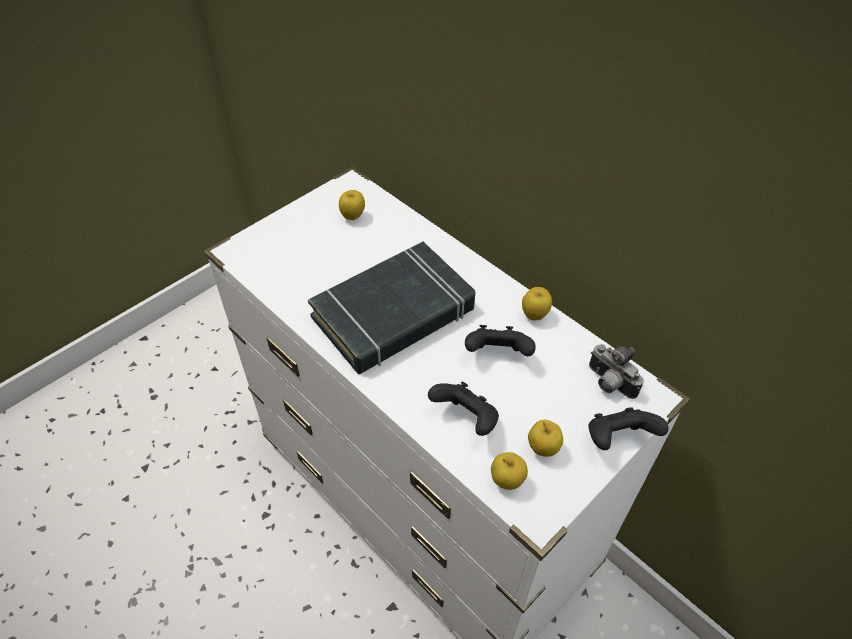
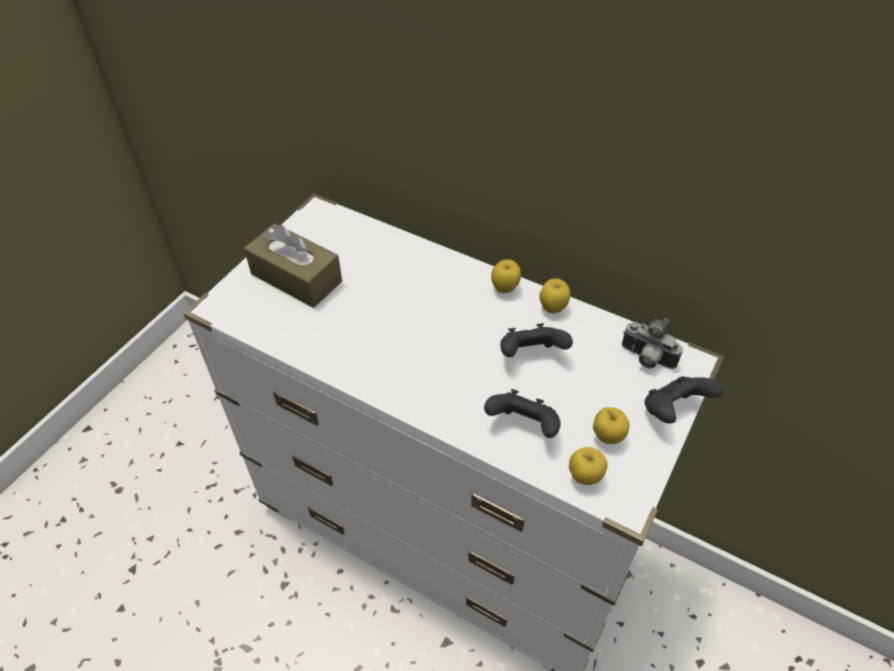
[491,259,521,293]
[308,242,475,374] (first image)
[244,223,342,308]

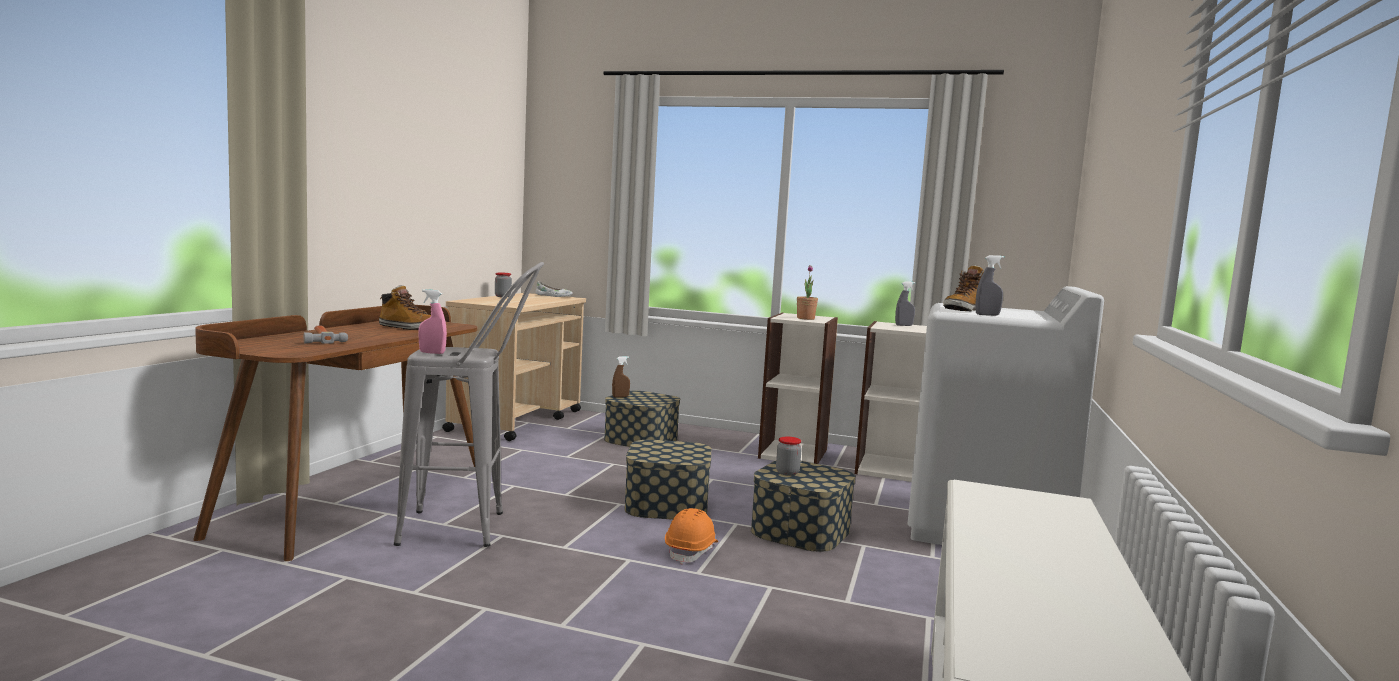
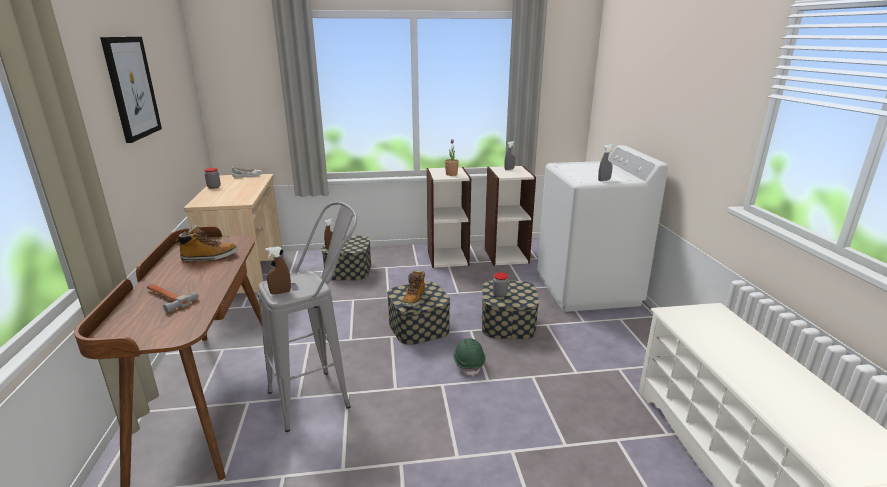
[402,270,426,307]
[265,247,291,294]
[453,338,485,377]
[100,37,162,143]

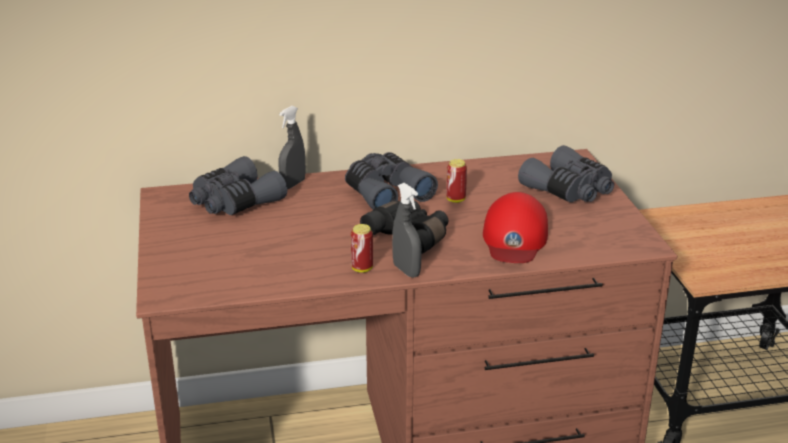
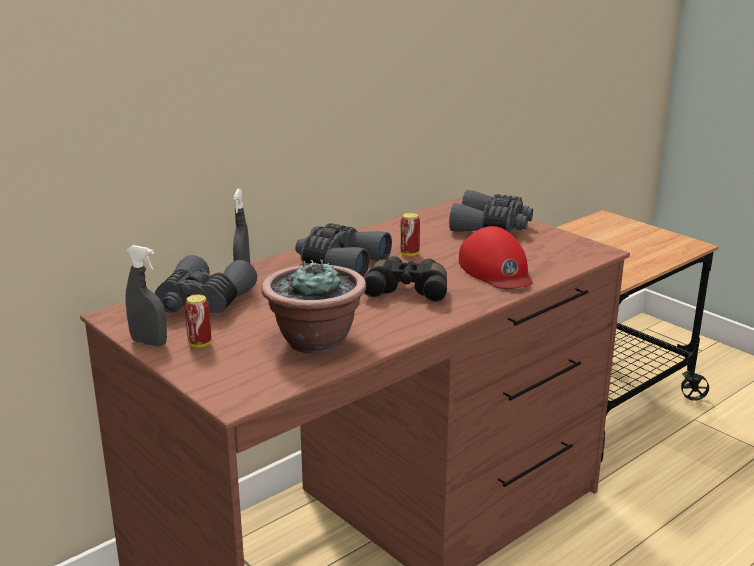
[126,245,167,346]
[185,294,211,348]
[261,260,366,354]

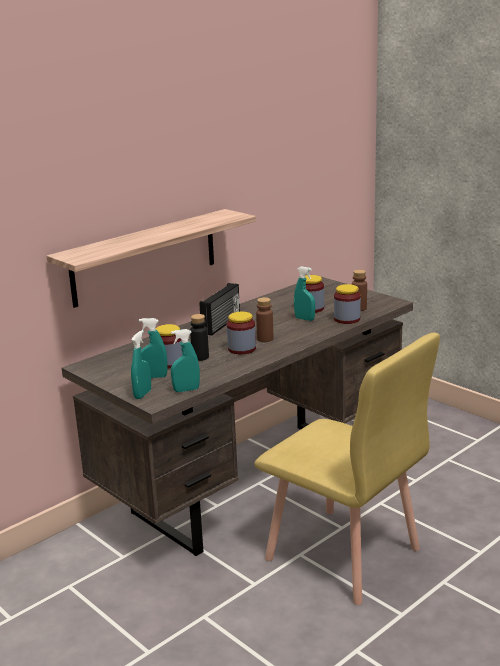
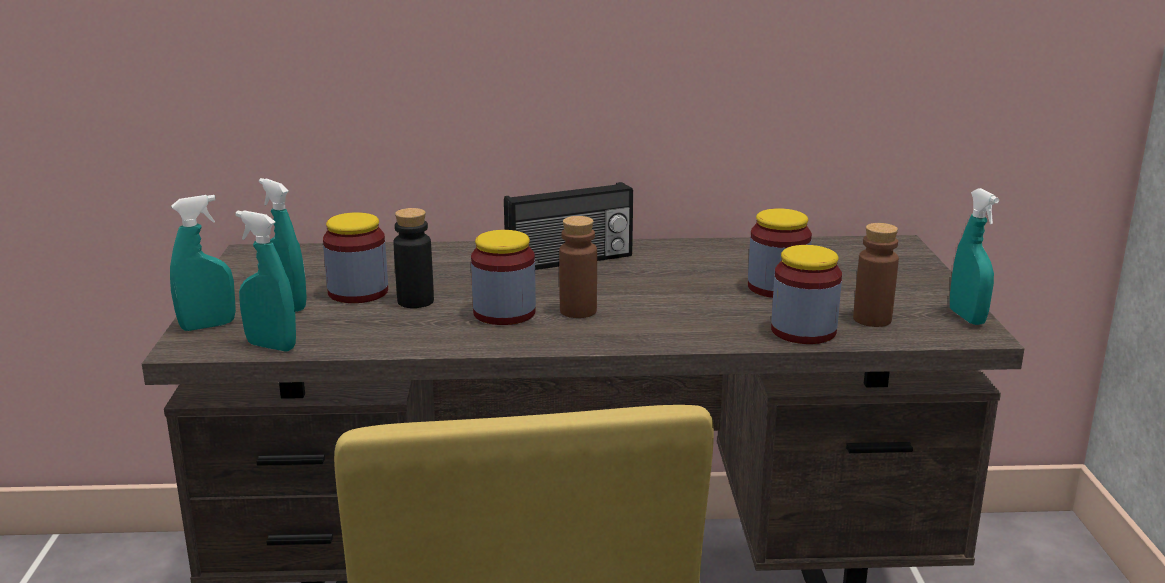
[46,209,256,308] (first image)
[950,188,999,325]

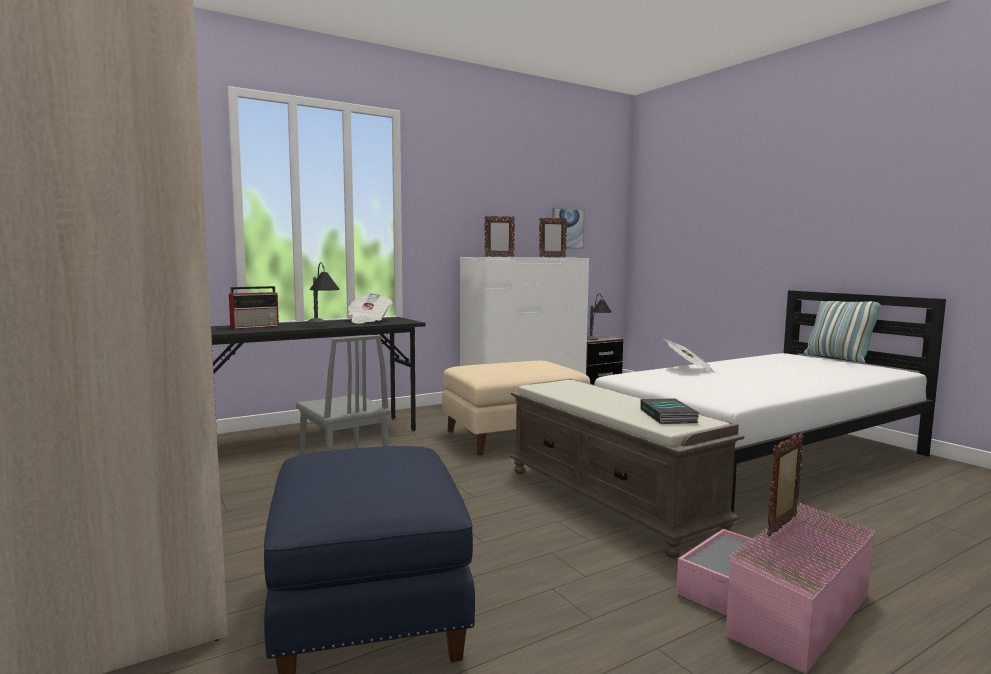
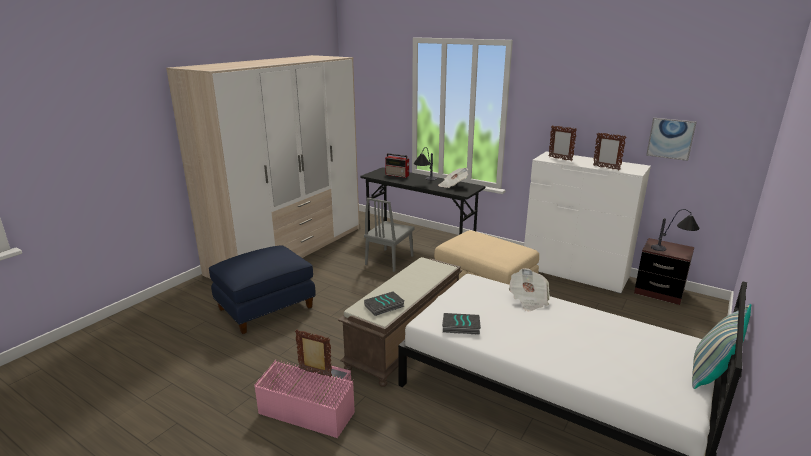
[442,313,481,335]

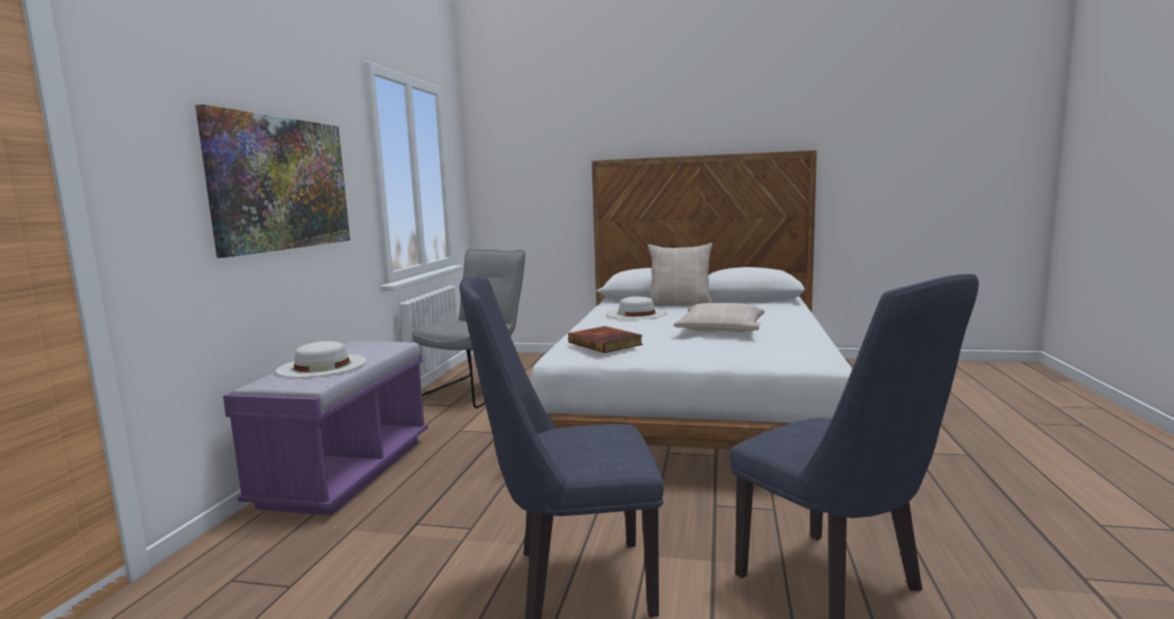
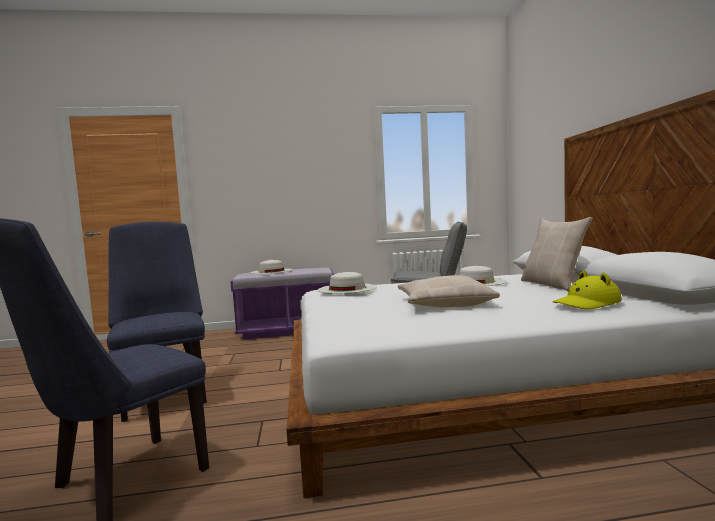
[195,104,350,258] (first image)
[318,272,377,294]
[553,270,622,309]

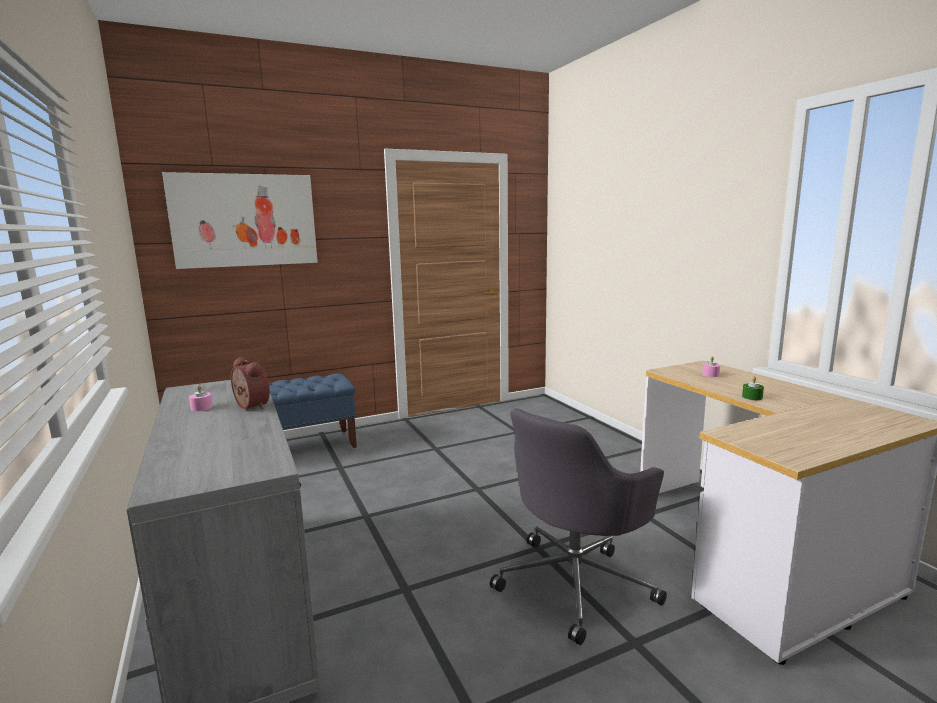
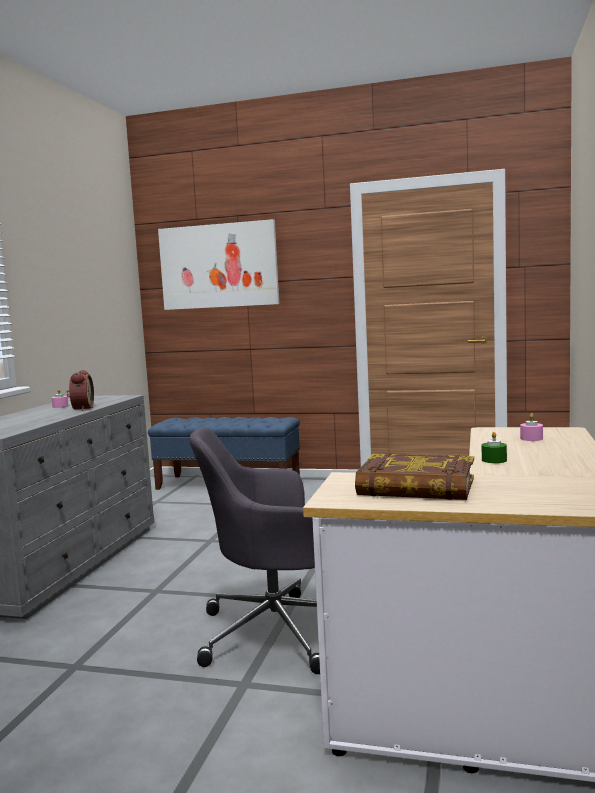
[355,453,474,500]

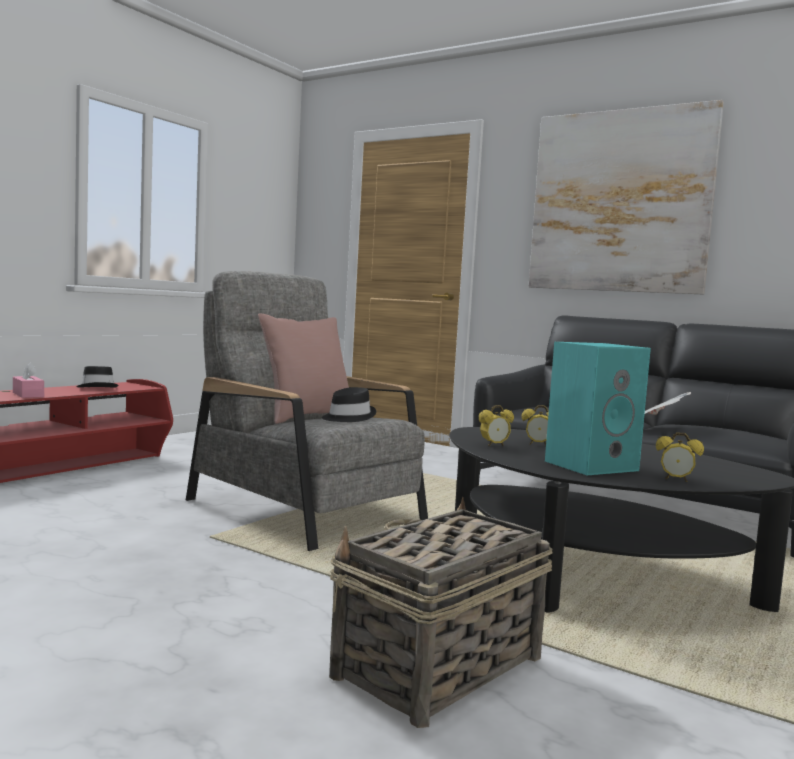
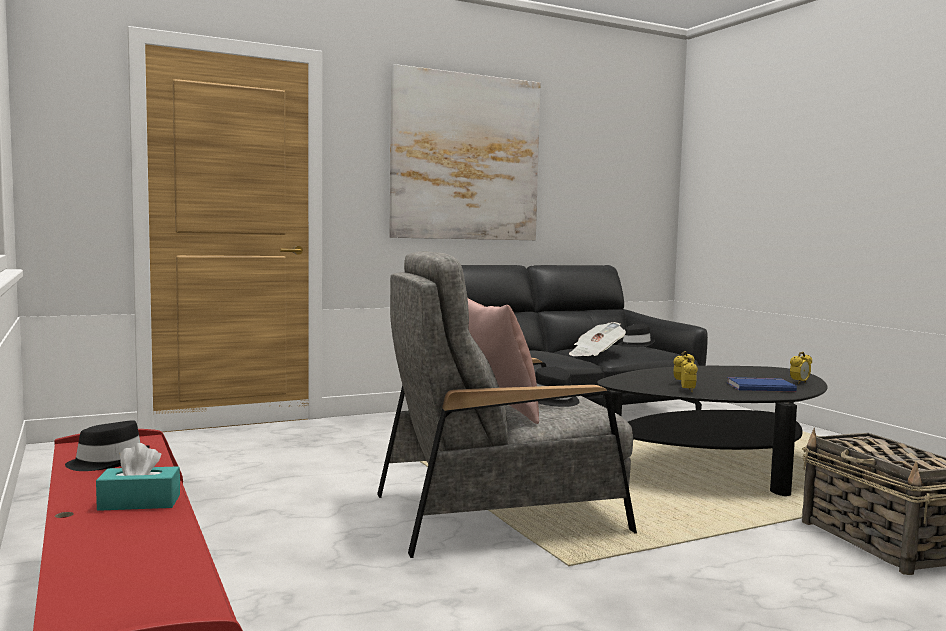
[727,377,797,392]
[96,443,180,511]
[618,324,655,347]

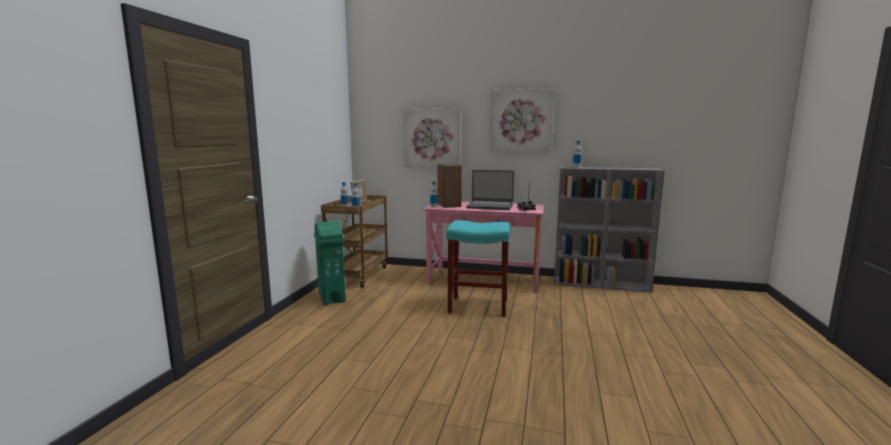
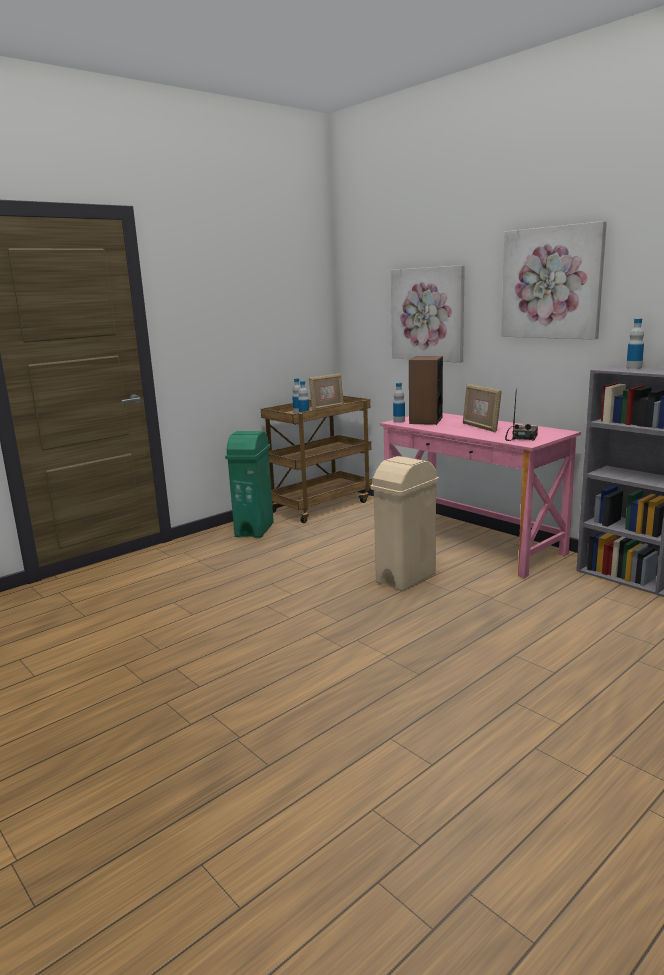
[463,384,502,432]
[370,456,439,591]

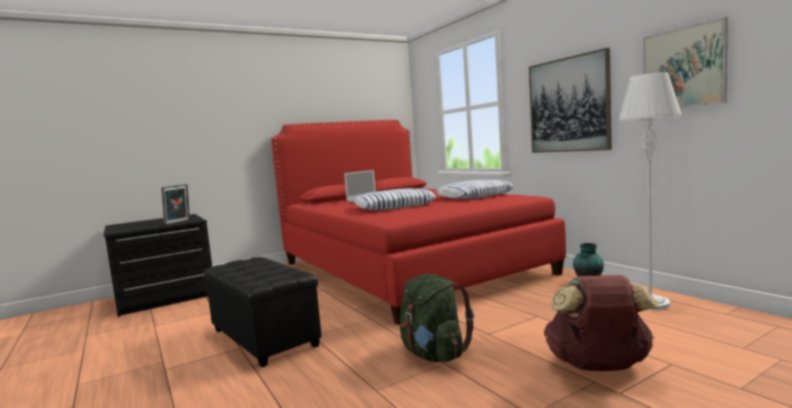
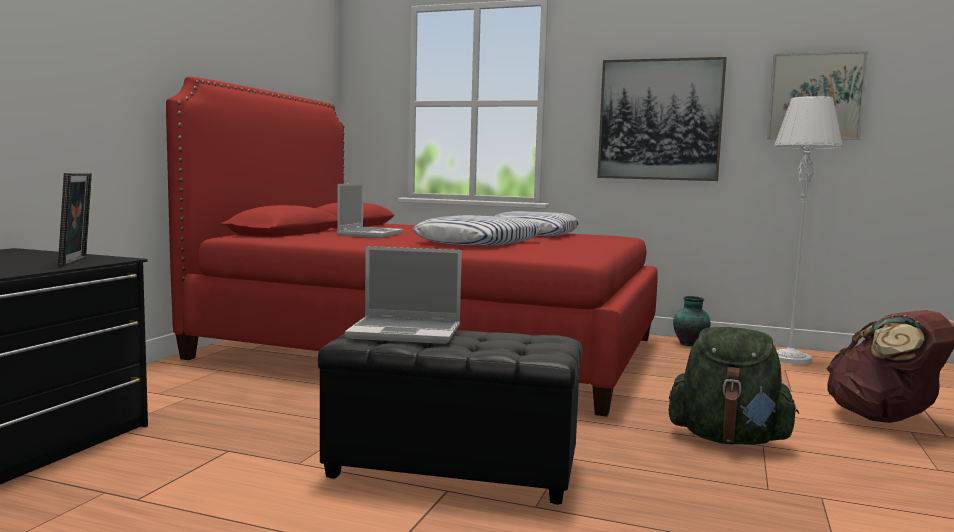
[345,246,462,344]

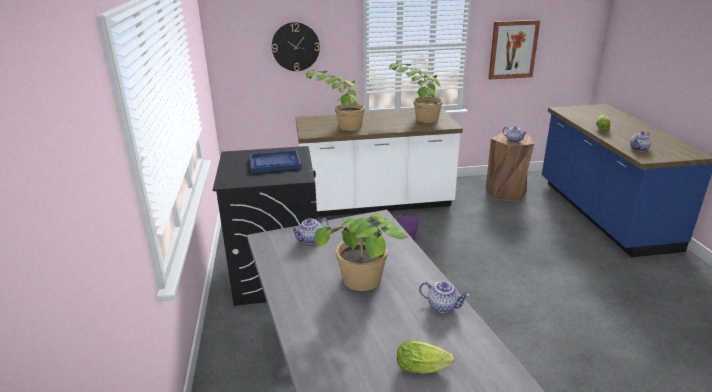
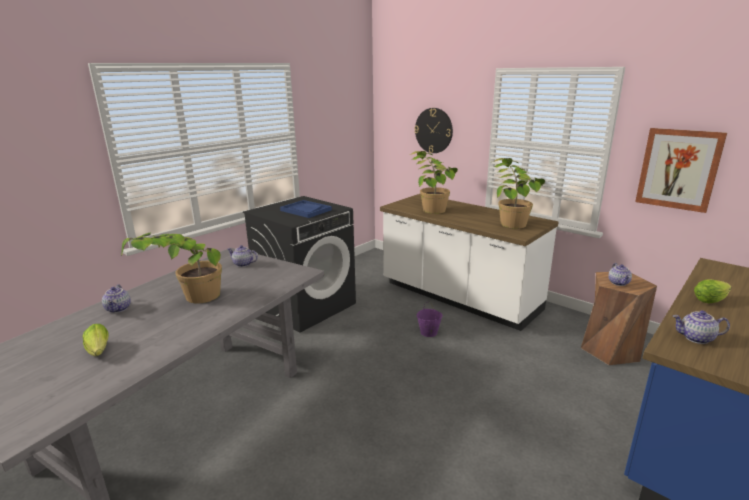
[102,284,131,313]

